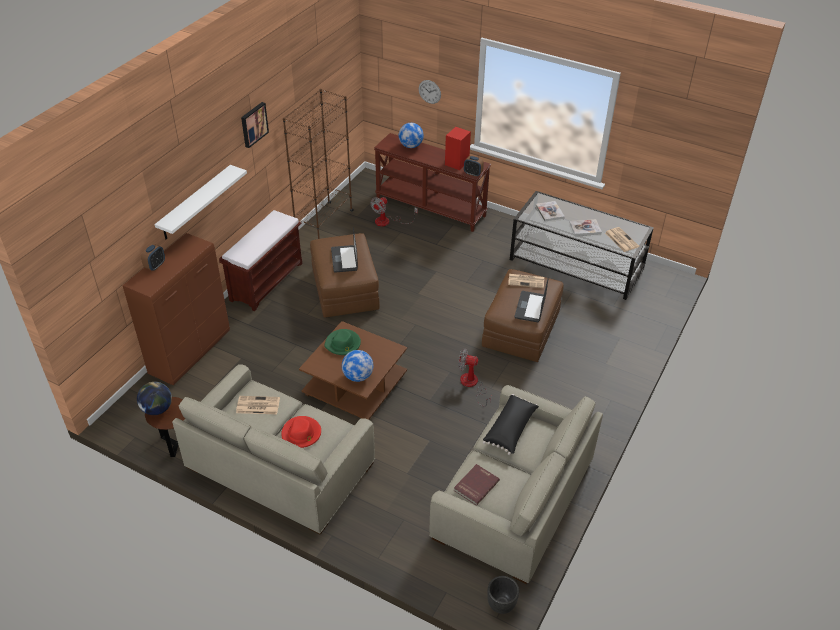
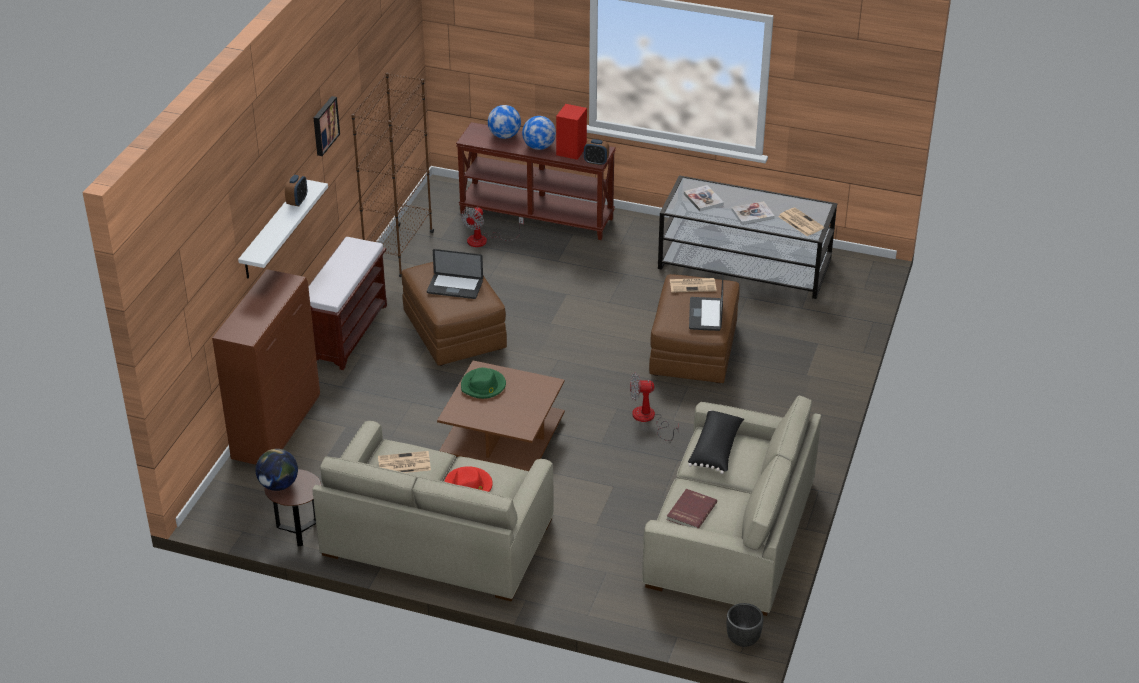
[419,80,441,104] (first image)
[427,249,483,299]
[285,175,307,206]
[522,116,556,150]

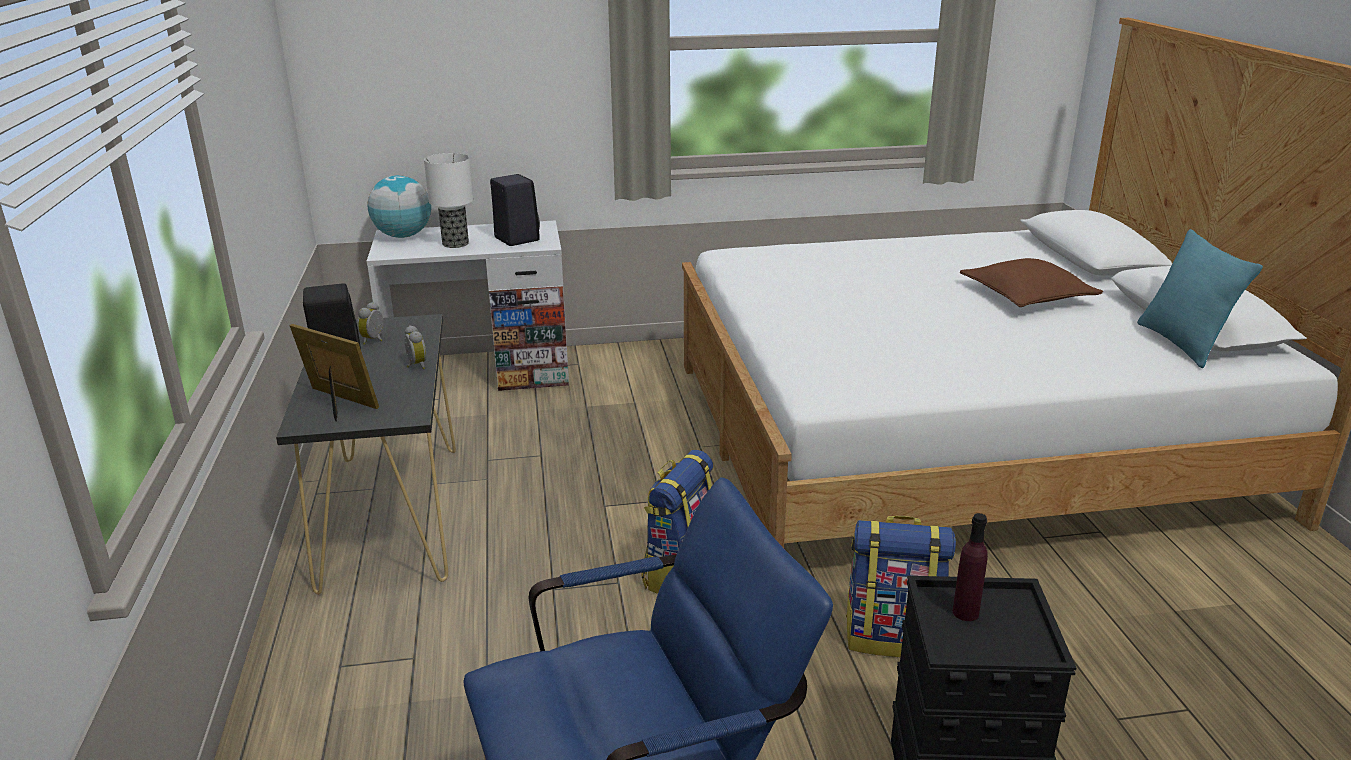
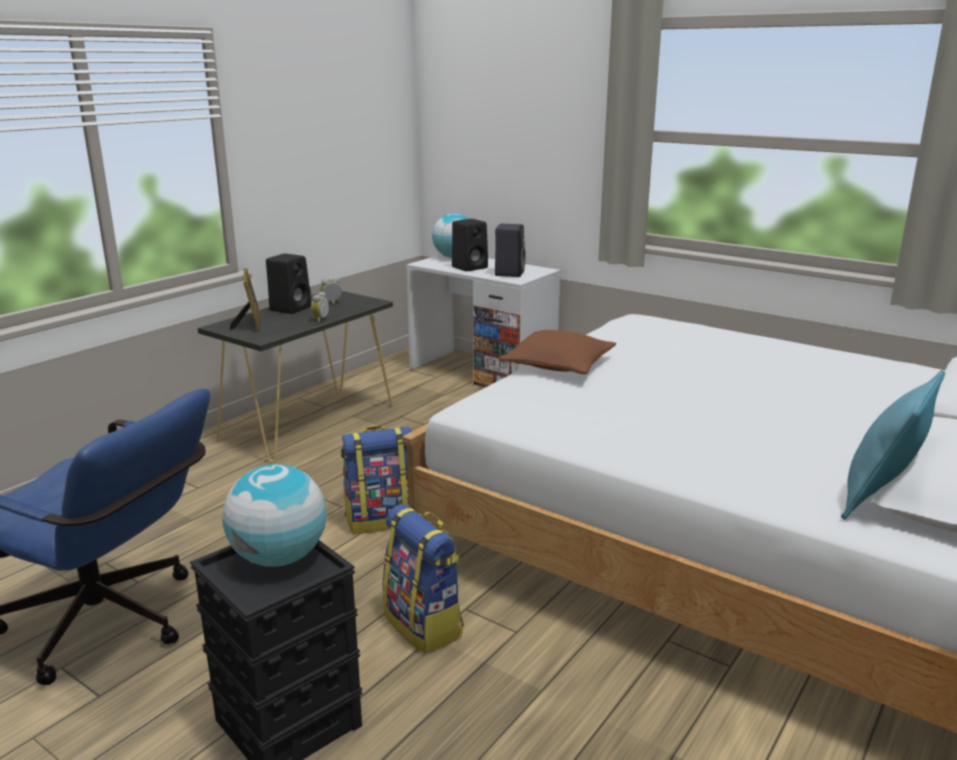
[452,219,488,271]
[498,330,616,374]
[222,464,326,567]

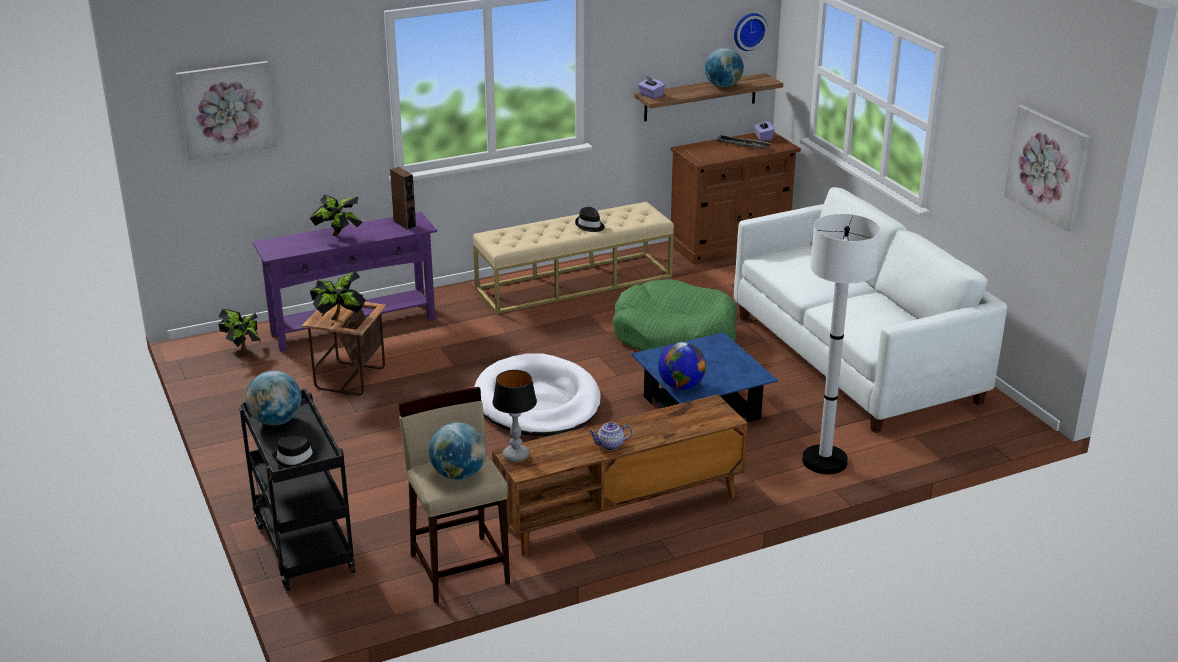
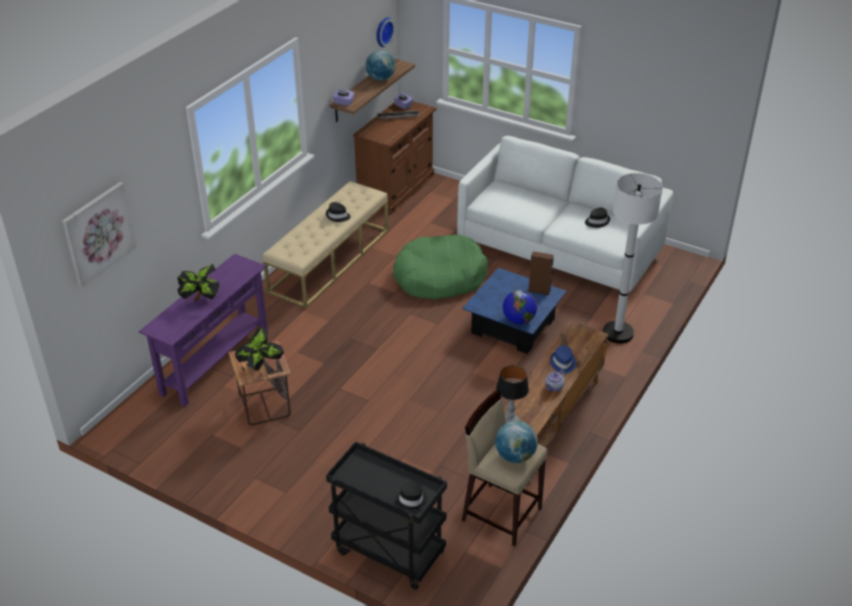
[1004,105,1090,232] (first image)
[528,251,554,295]
[218,309,261,356] (first image)
[474,353,601,436] (first image)
[245,371,302,425] (first image)
[585,207,610,228]
[550,346,576,374]

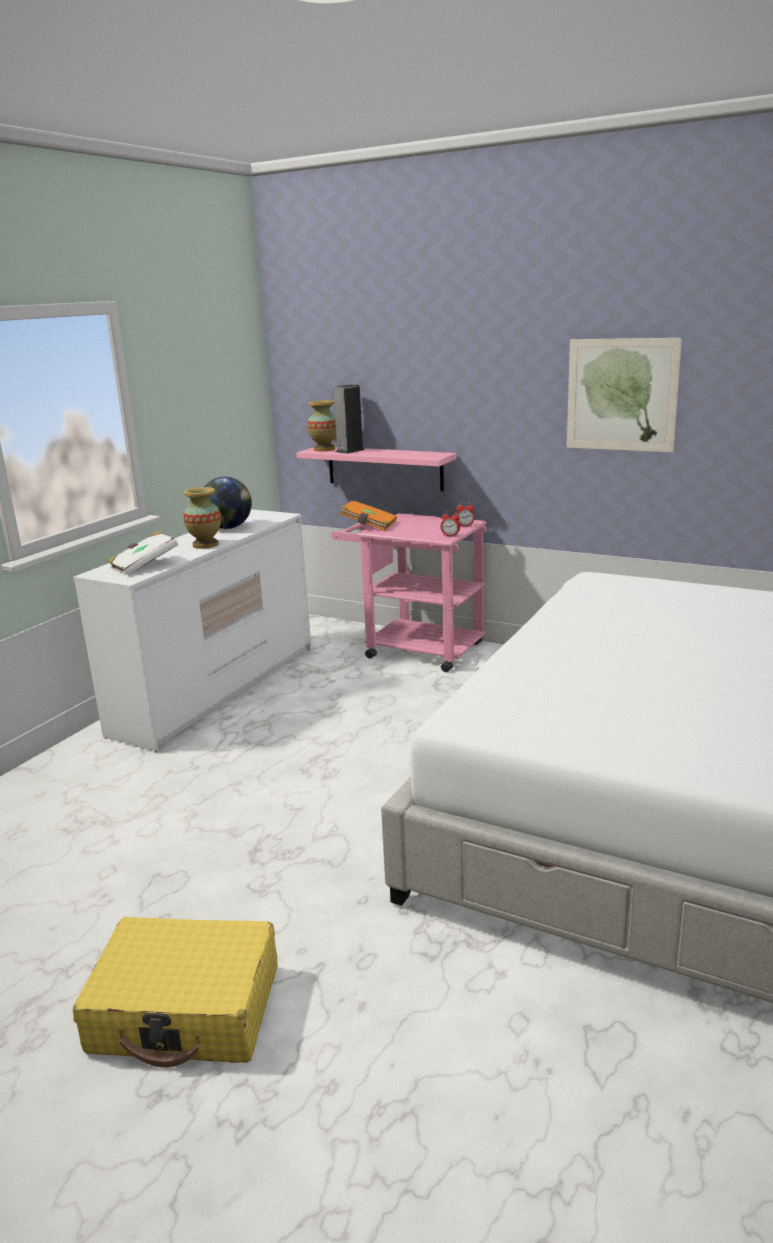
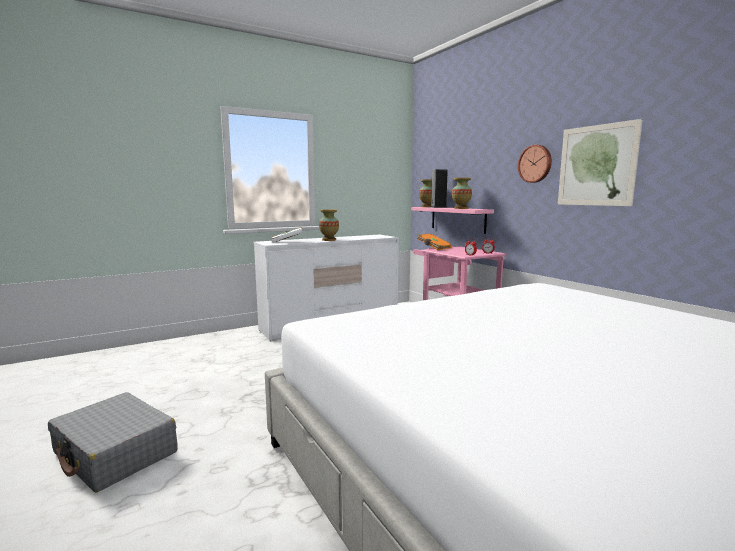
[205,477,252,529] (first image)
[48,392,178,492]
[518,145,552,183]
[452,178,472,209]

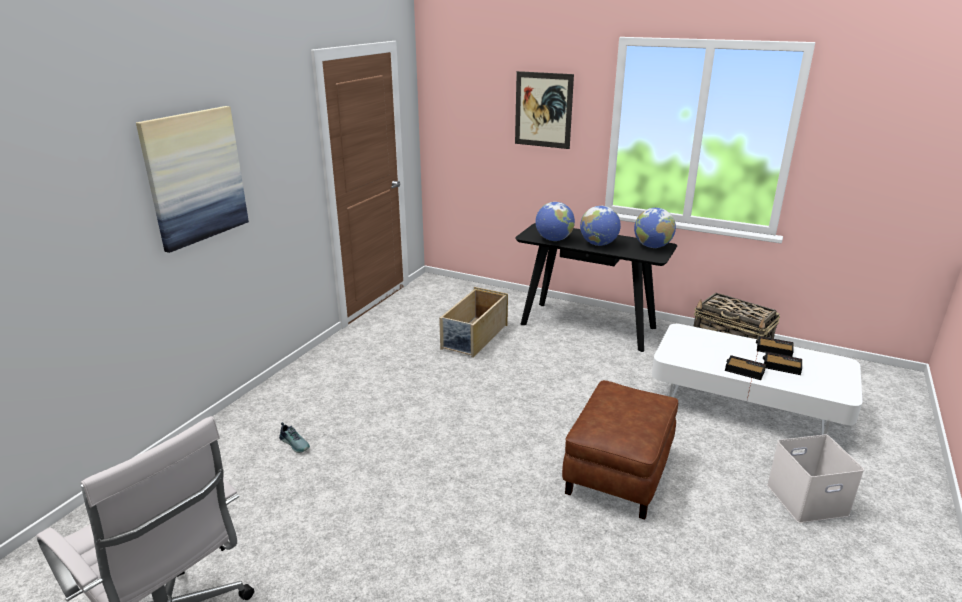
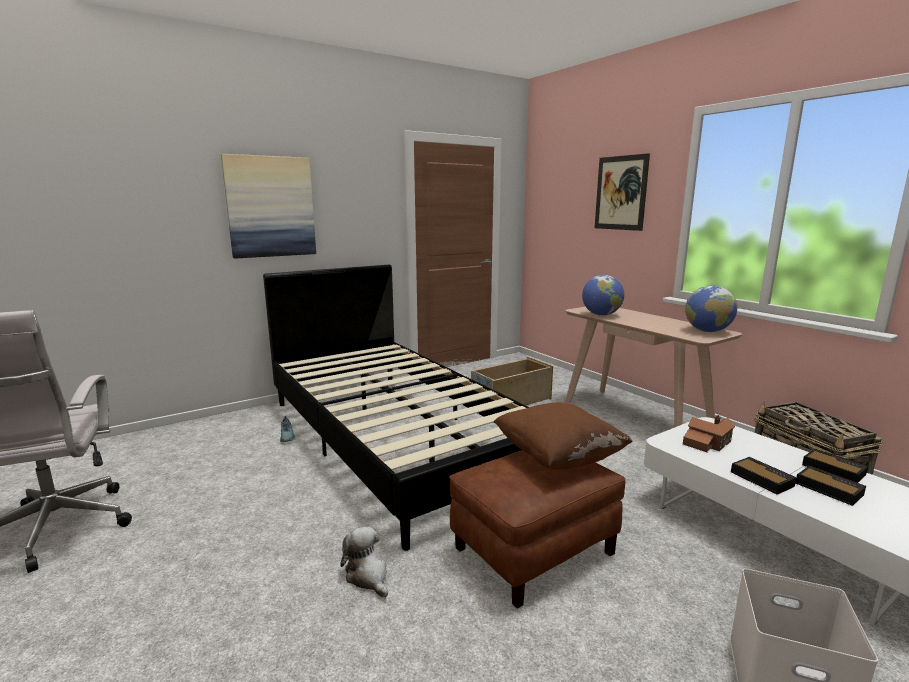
[580,206,621,246] (first image)
[565,307,742,428]
[263,265,529,551]
[494,402,633,469]
[683,415,735,452]
[340,526,388,598]

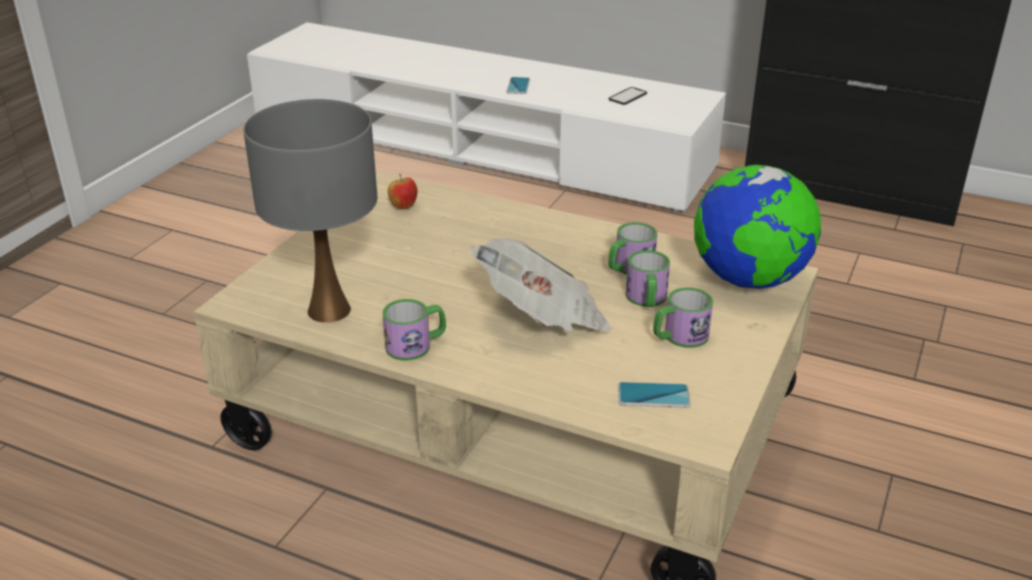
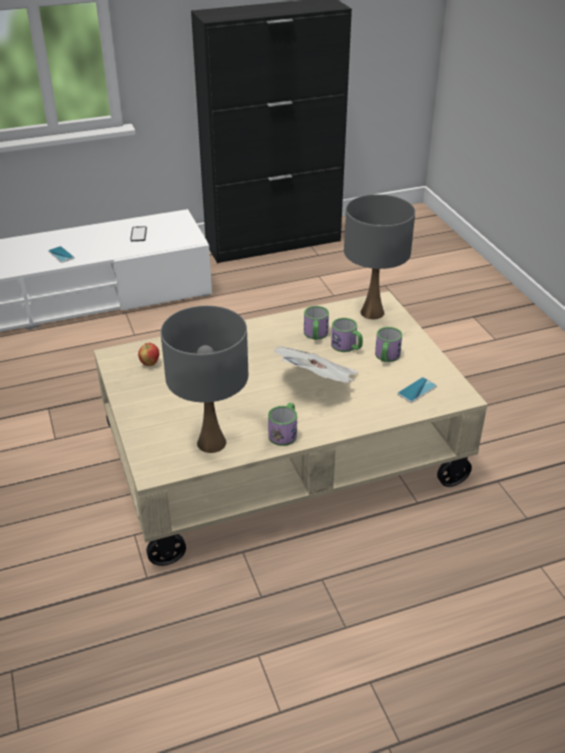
[344,194,415,319]

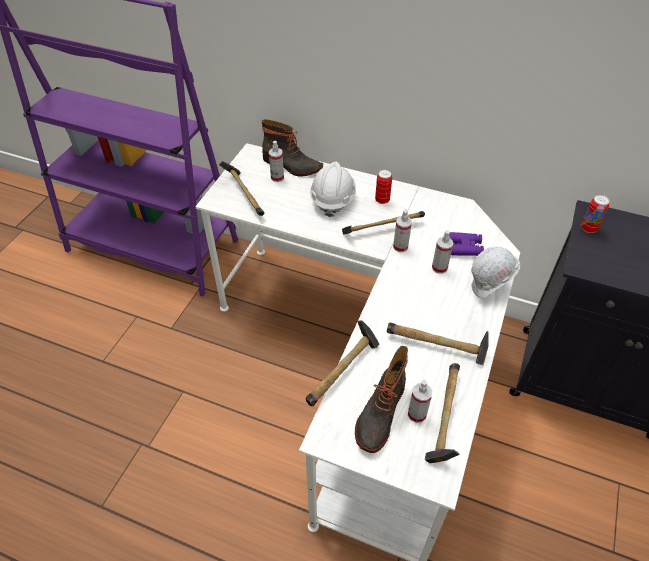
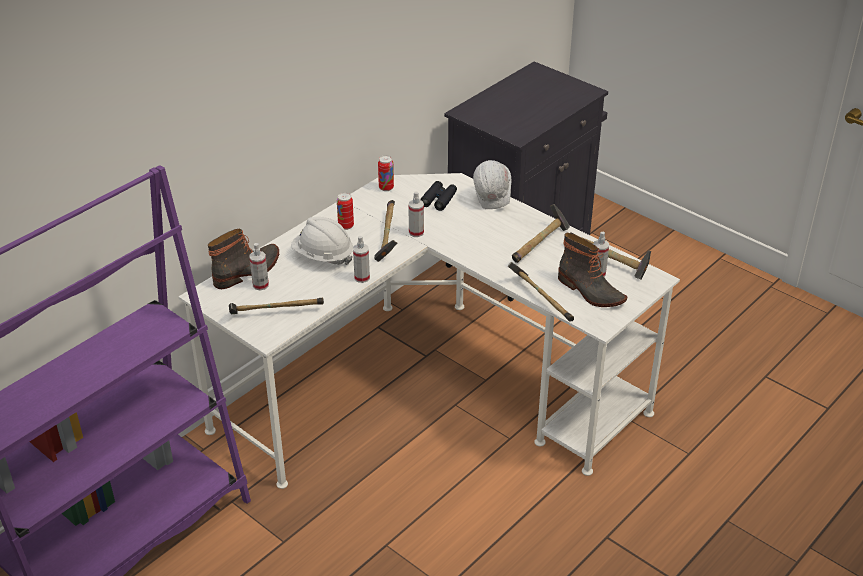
[378,155,394,191]
[353,236,370,283]
[420,181,457,211]

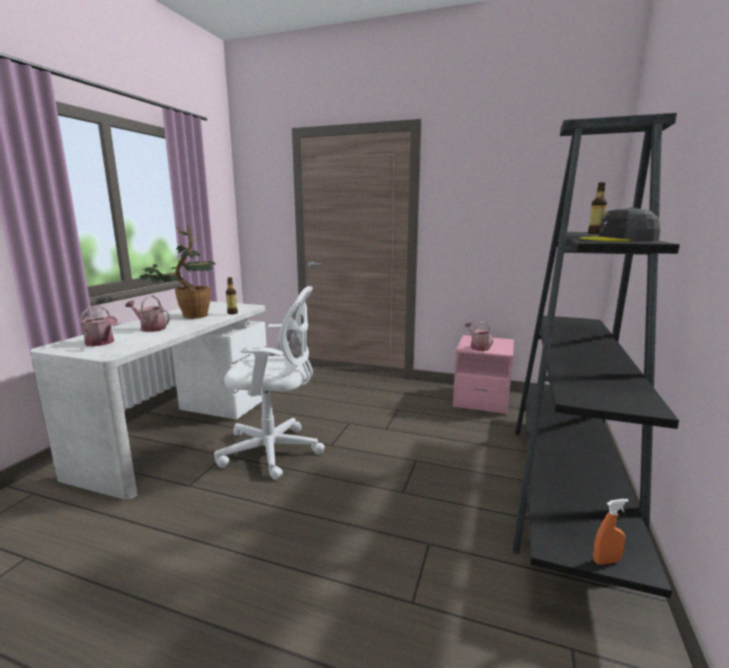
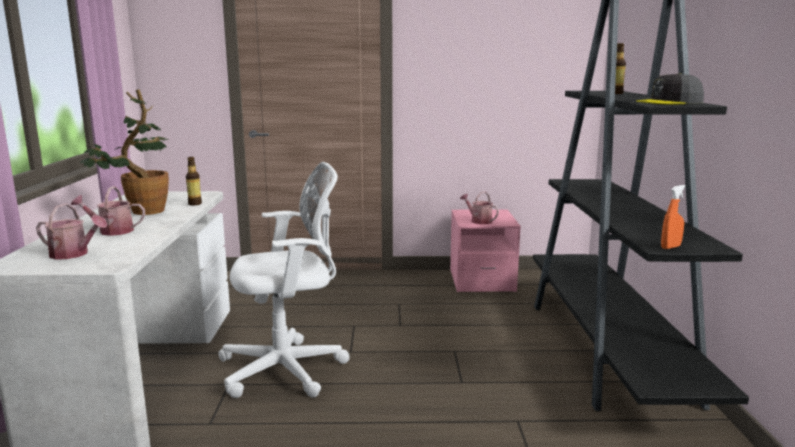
[661,185,686,249]

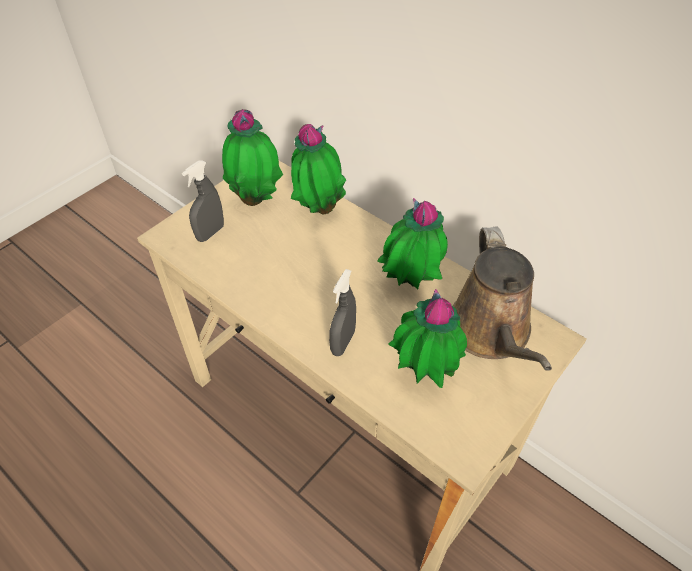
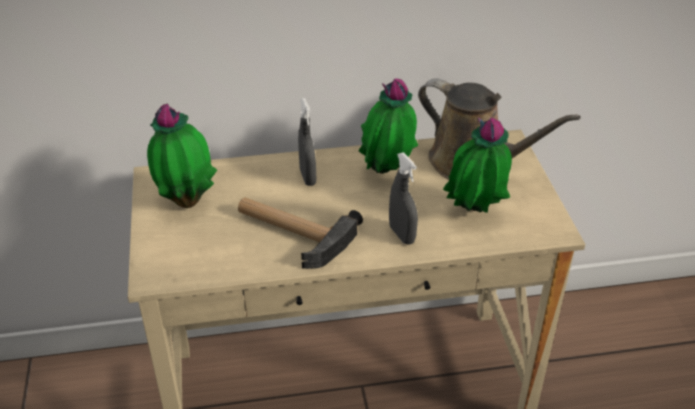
[291,124,346,215] (first image)
[298,98,316,186]
[238,198,363,269]

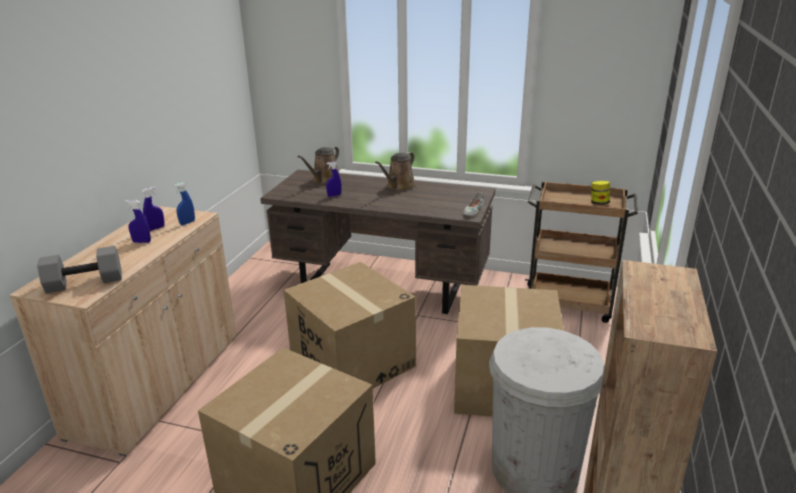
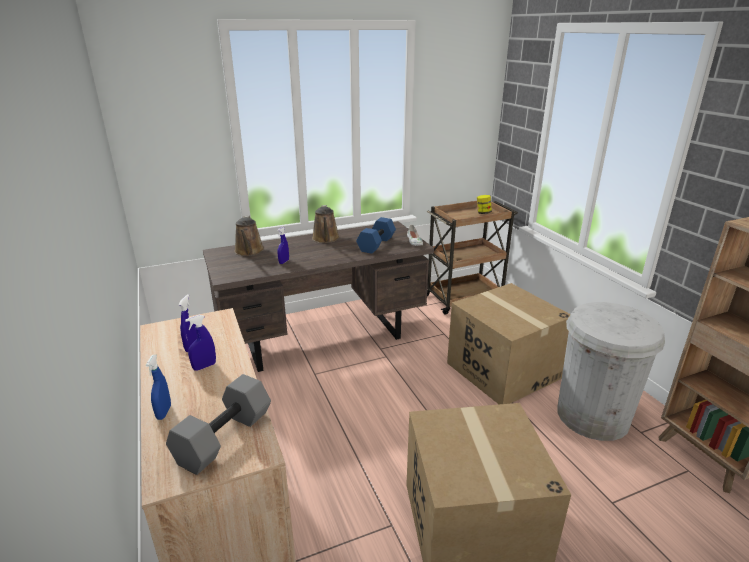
[146,355,171,420]
[284,262,416,388] (first image)
[356,217,396,254]

